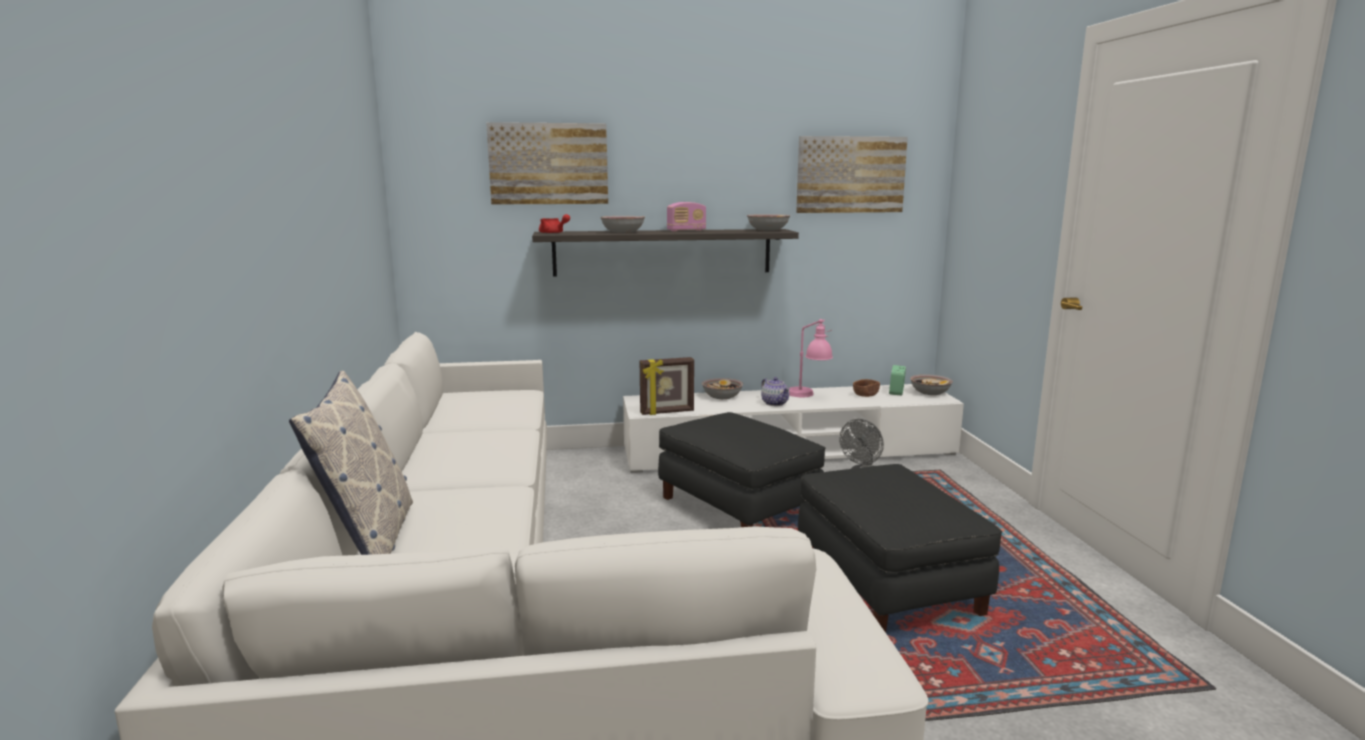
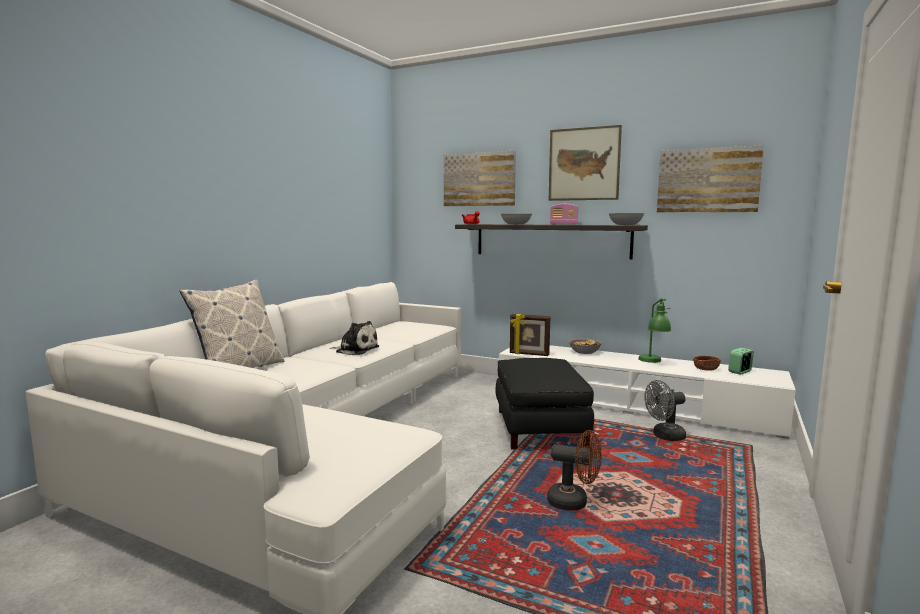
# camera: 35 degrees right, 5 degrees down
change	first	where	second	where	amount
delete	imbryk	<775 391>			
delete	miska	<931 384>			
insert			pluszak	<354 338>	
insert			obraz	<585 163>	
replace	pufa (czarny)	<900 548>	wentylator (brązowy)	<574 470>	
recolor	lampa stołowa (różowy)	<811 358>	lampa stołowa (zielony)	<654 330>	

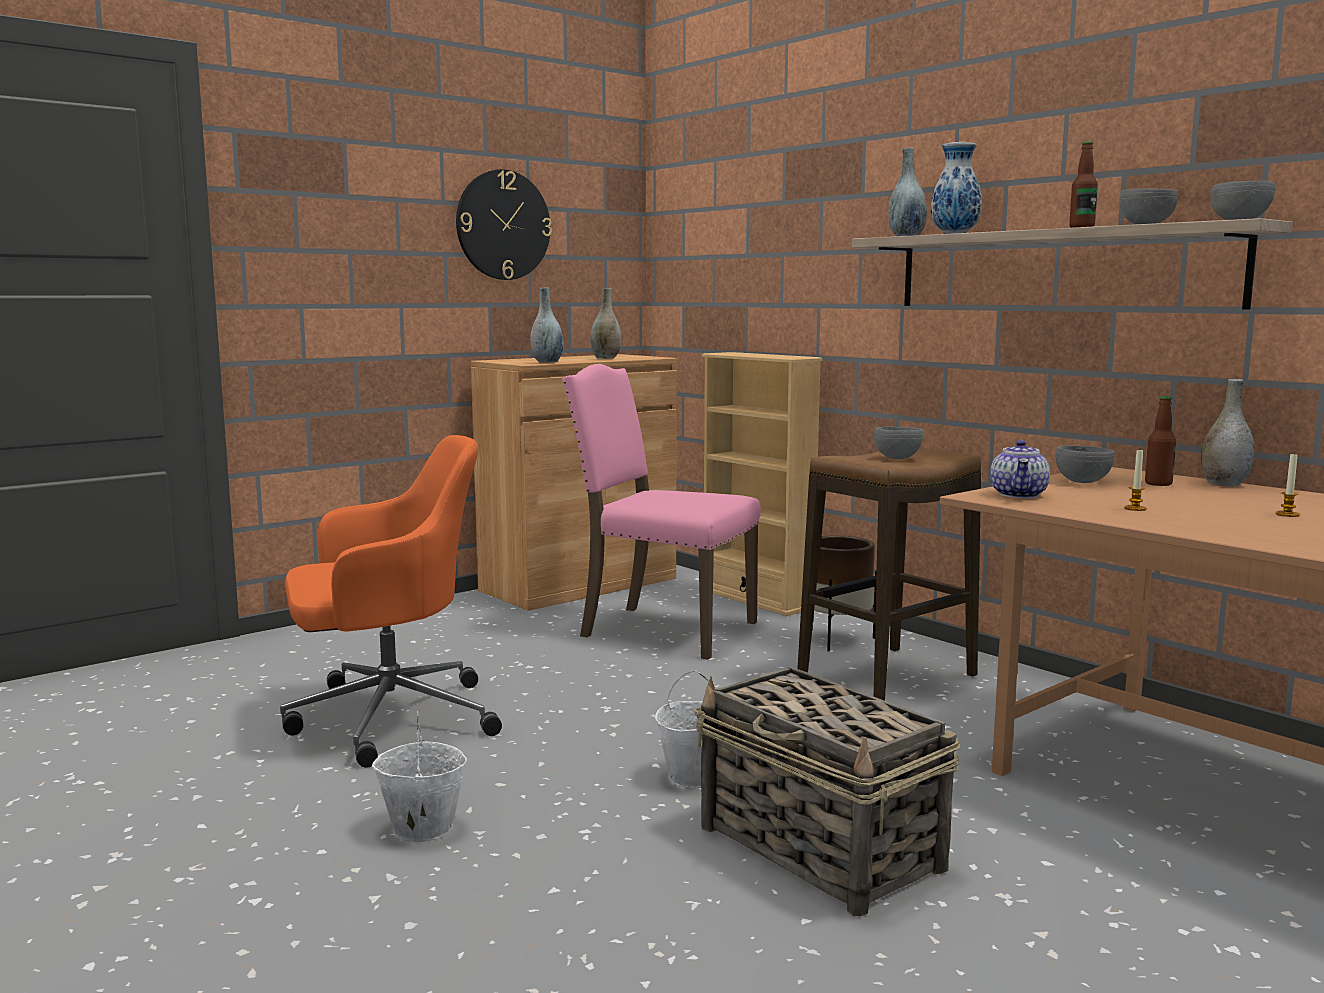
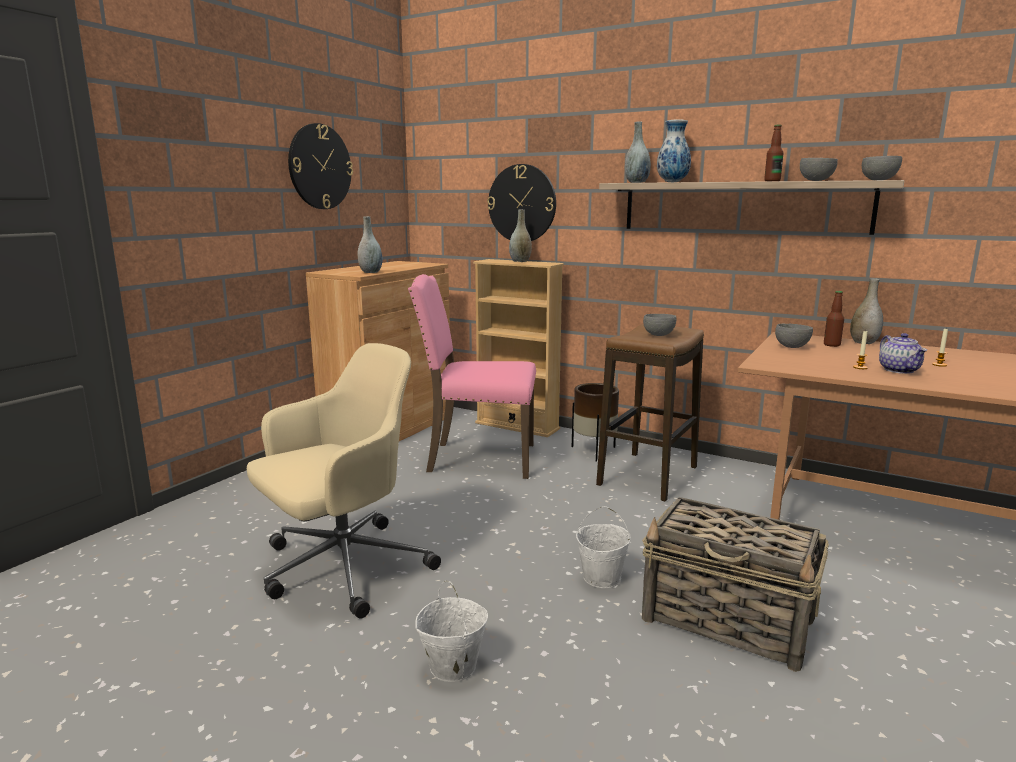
# camera: 20 degrees left, 5 degrees up
change	first	where	second	where	amount
insert			zegar ścienny	<521 202>	
move	wazon (szary)	<605 323>		<520 235>	
move	imbryk	<1020 469>		<903 353>	
recolor	krzesło biurowe (pomarańczowy)	<391 601>	krzesło biurowe (beżowy)	<344 481>	

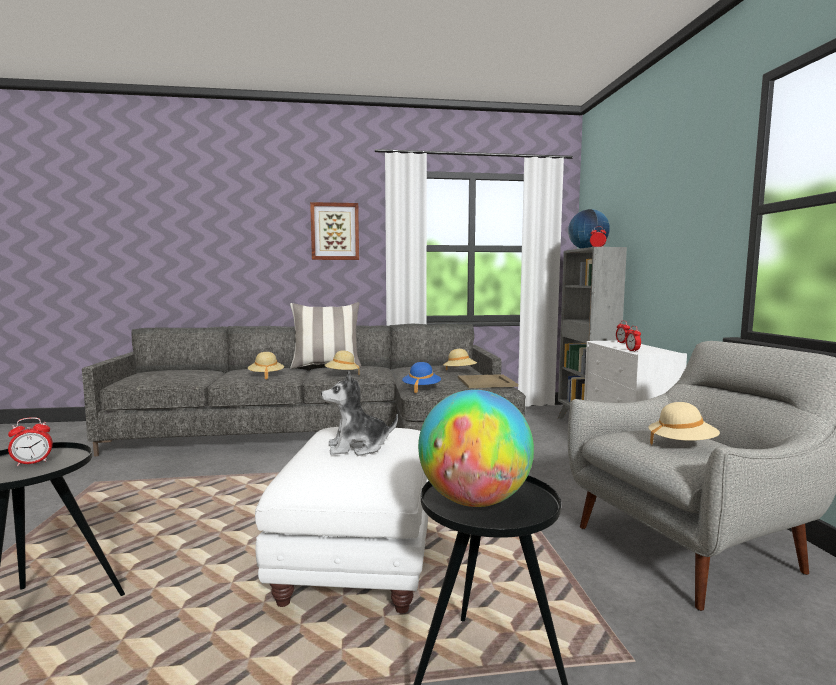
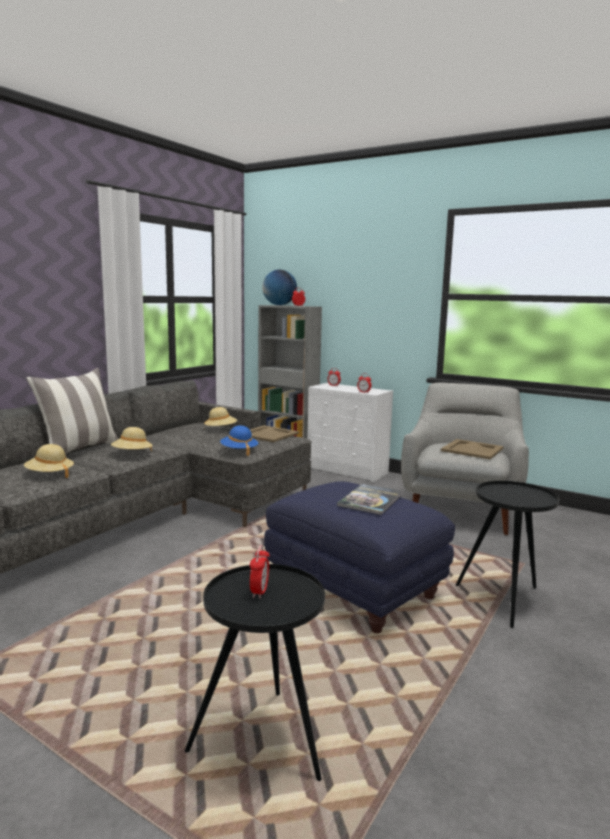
# camera: 50 degrees left, 5 degrees up
change	first	where	second	where	amount
delete	obraz	<334 231>			
delete	globus	<476 448>			
replace	pluszak	<359 413>	książka	<370 499>	
replace	kapelusz (beżowy)	<684 424>	taca (beżowy)	<472 449>	
recolor	pufa (biały)	<342 520>	pufa (niebieski)	<359 557>	

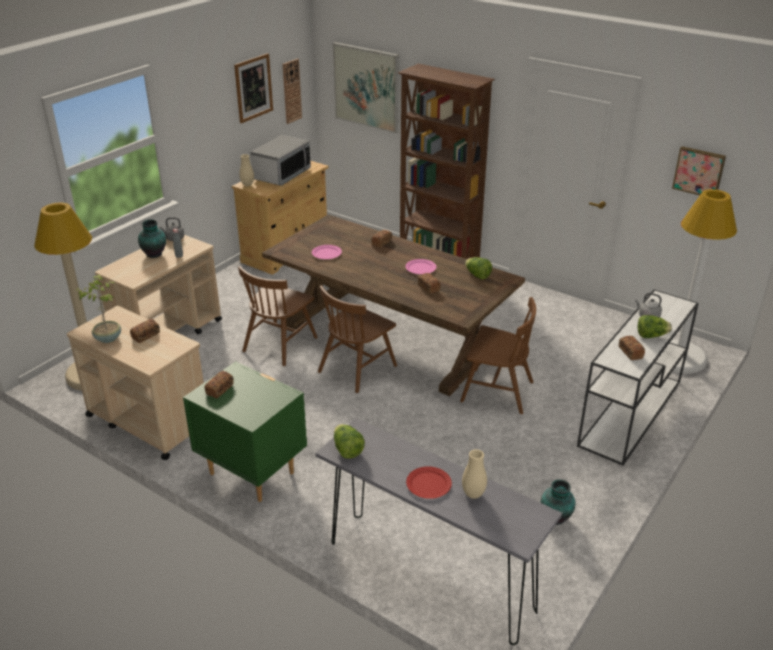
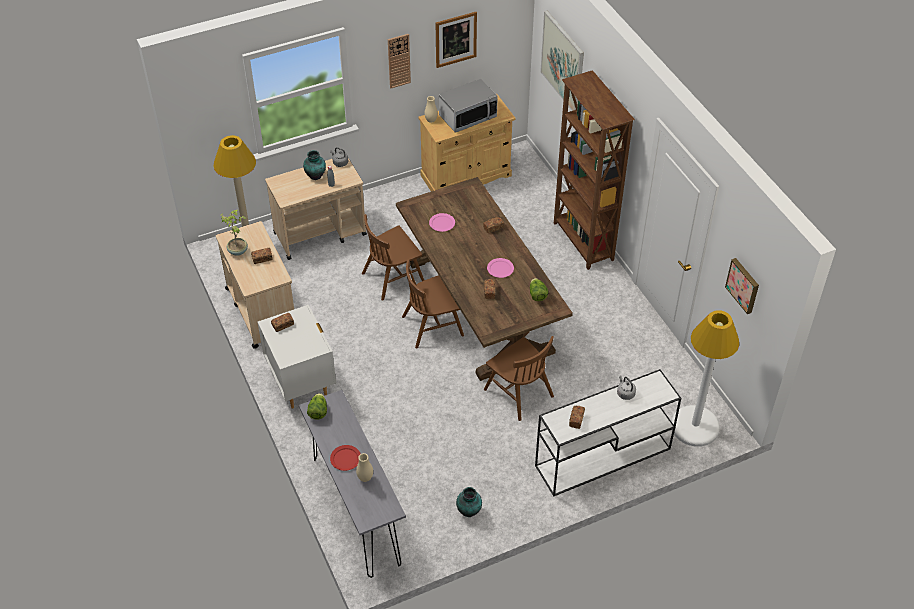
# camera: 30 degrees right, 15 degrees up
change	first	where	second	where	amount
delete	sałata	<655 326>			
move	zegar ścienny	<292 91>		<399 61>	
recolor	szafka nocna (zielony)	<245 431>	szafka nocna (biały)	<297 357>	

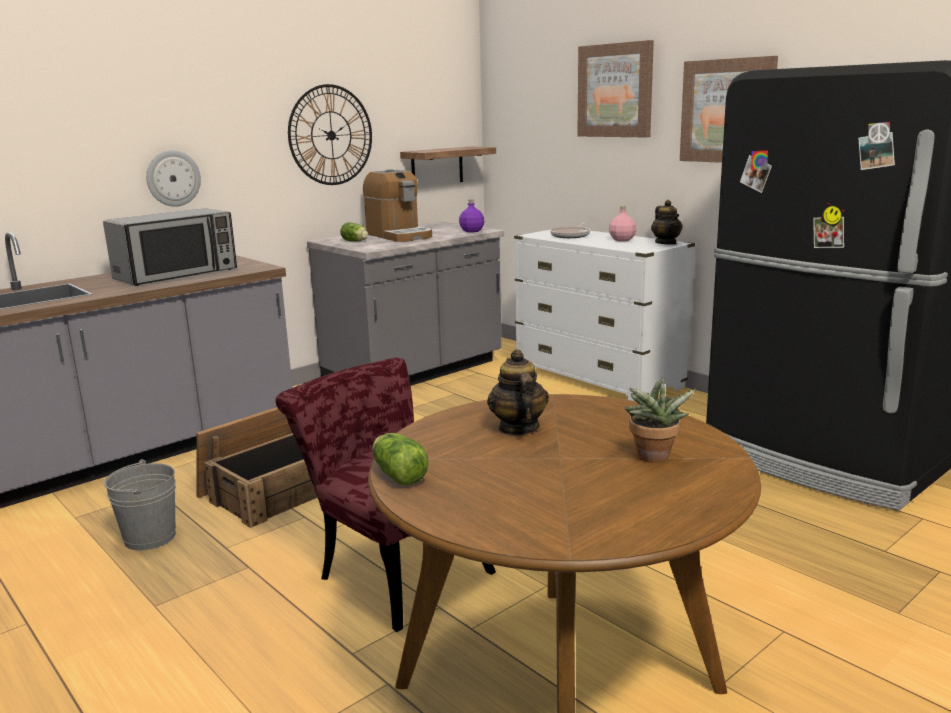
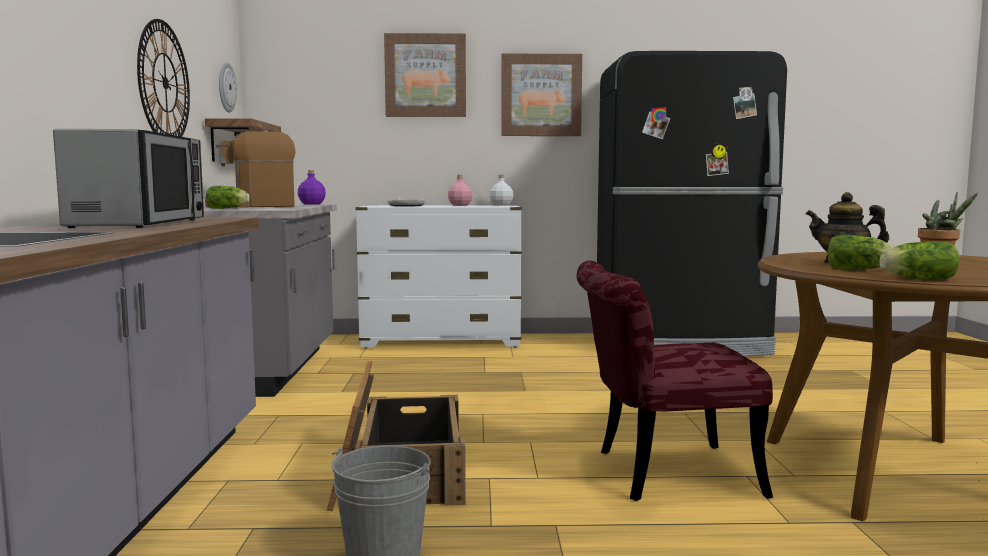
# camera: 50 degrees left, 10 degrees down
change	first	where	second	where	amount
insert			sałata	<860 252>	
move	zegar ścienny	<173 178>		<228 87>	
replace	imbryk	<667 222>	butelka (biały)	<501 190>	
rotate	ekspres do kawy	<397 205>		<250 169>	150 degrees clockwise

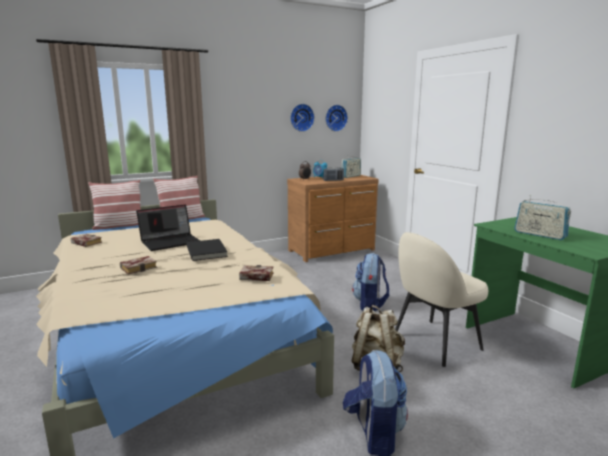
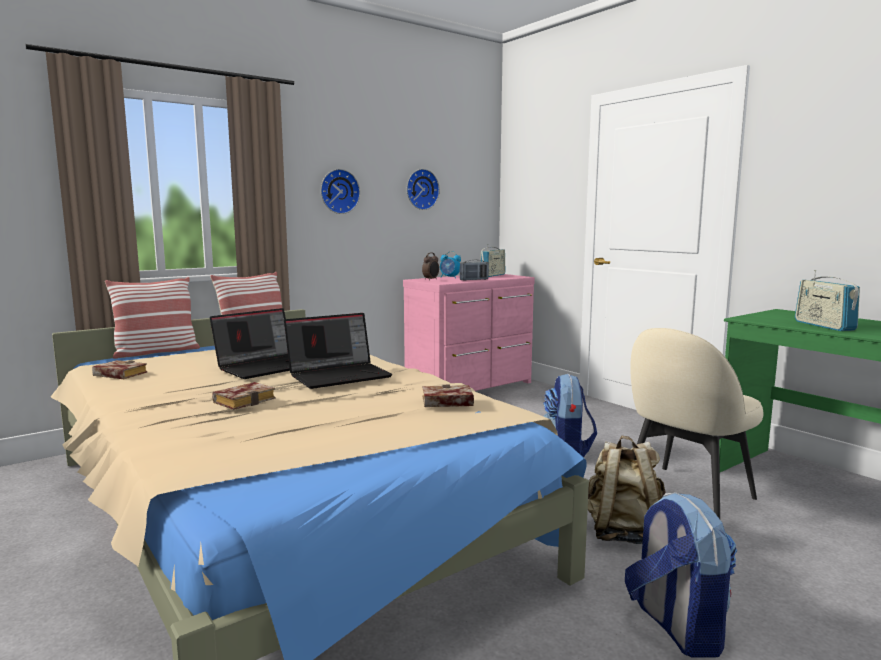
# camera: 10 degrees left, 5 degrees down
change	first	where	second	where	amount
move	zegar ścienny	<336 118>		<340 191>	
replace	książka (czarny)	<207 250>	laptop	<338 351>	
recolor	komoda (brązowy)	<333 218>	komoda (różowy)	<469 332>	
rotate	radio	<542 217>		<827 300>	45 degrees clockwise

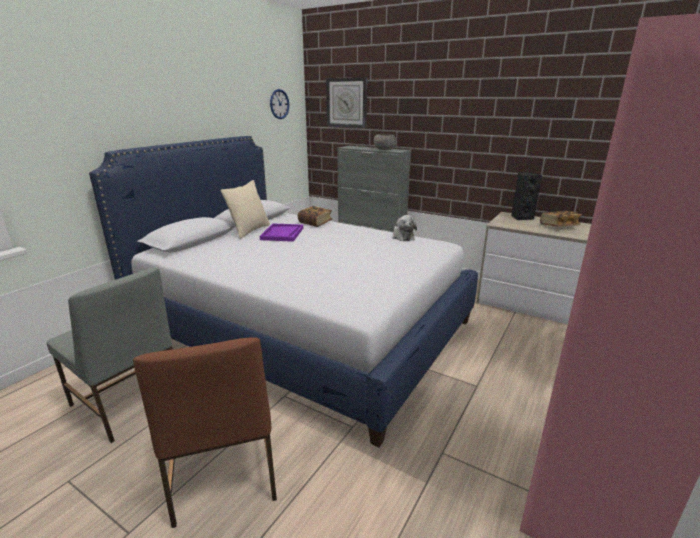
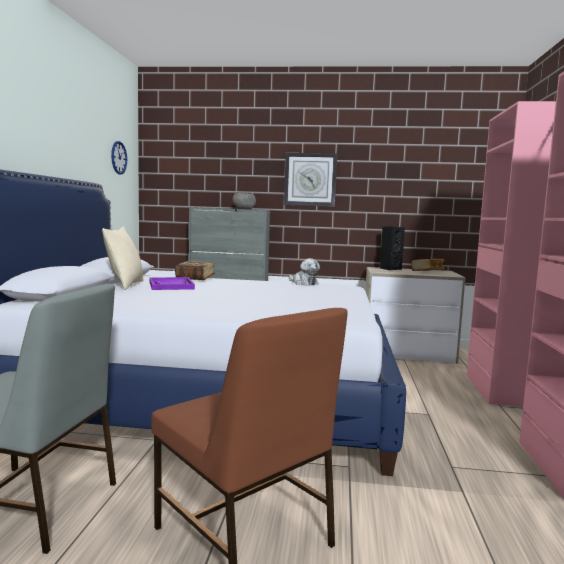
# camera: 25 degrees left, 15 degrees down
change	first	where	second	where	amount
move	zegar ścienny	<346 102>		<310 179>	

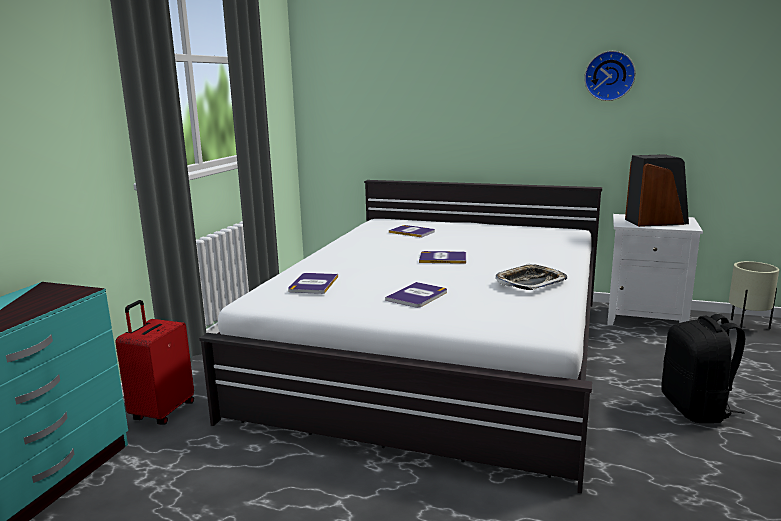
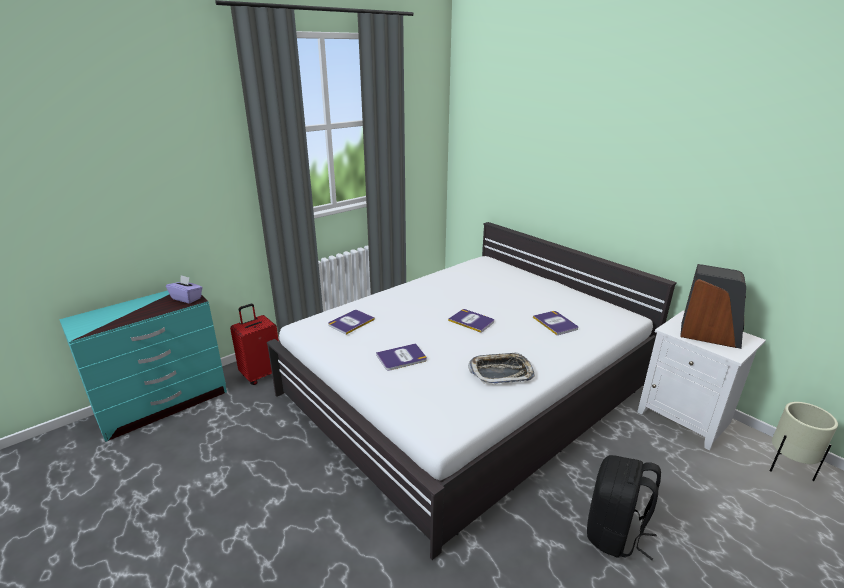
# camera: 30 degrees right, 10 degrees up
change	first	where	second	where	amount
delete	zegar ścienny	<610 76>			
insert			pudełko chusteczek (fioletowy)	<184 289>	
move	książka	<412 231>		<555 323>	

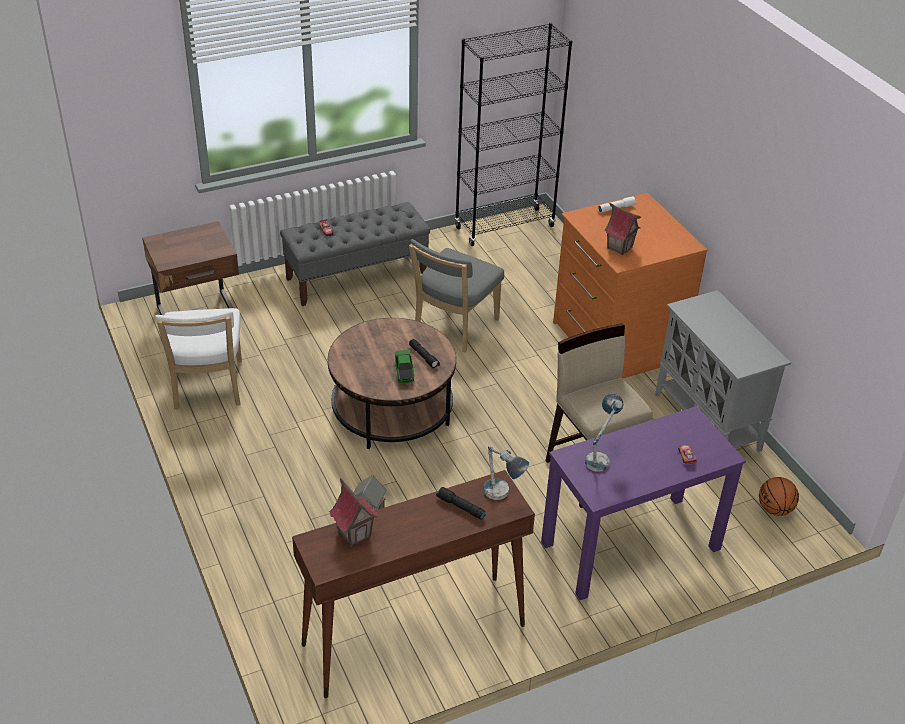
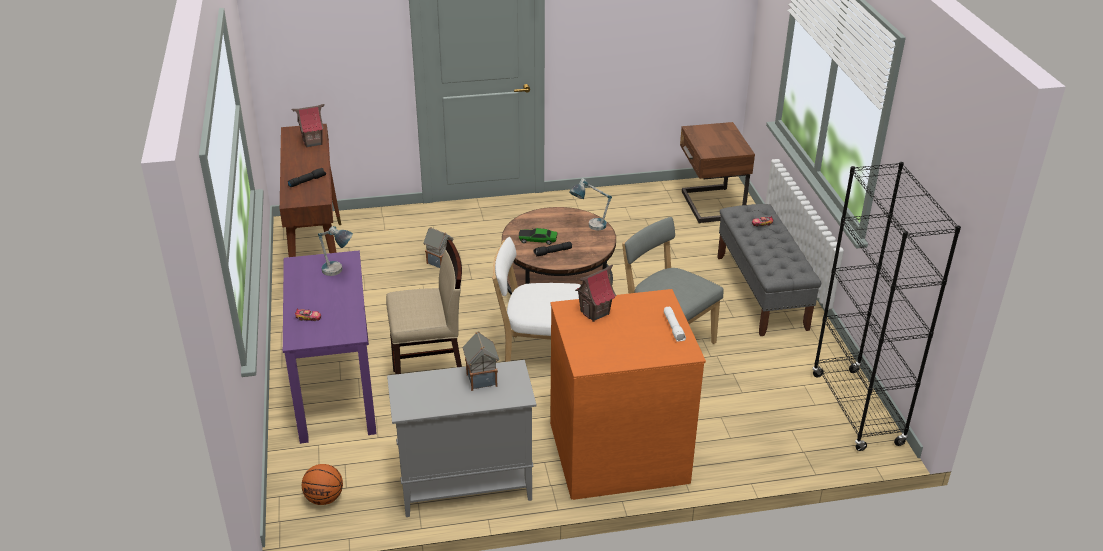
# camera: 105 degrees right, 5 degrees down
change	first	where	second	where	amount
insert			domek	<480 361>	
move	krzesło (biały)	<198 359>		<536 299>	
move	lampa stołowa	<506 473>		<590 204>	

